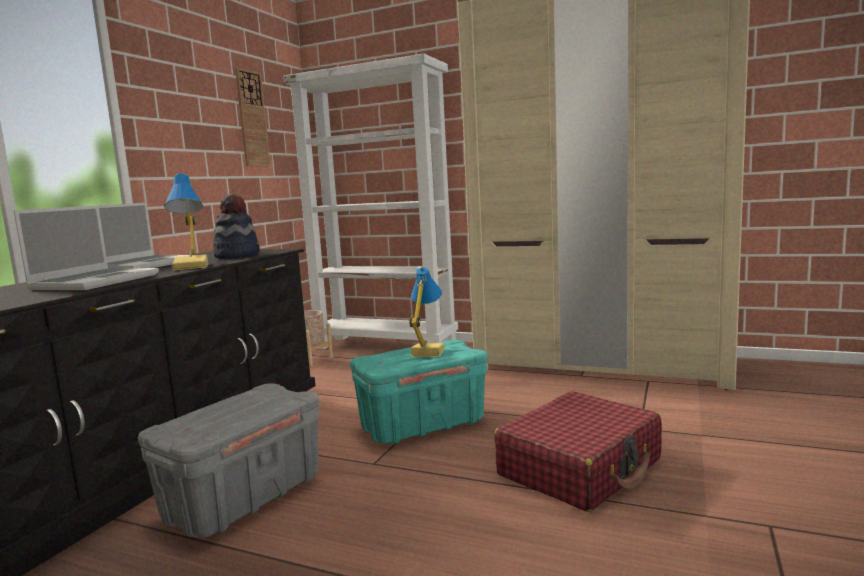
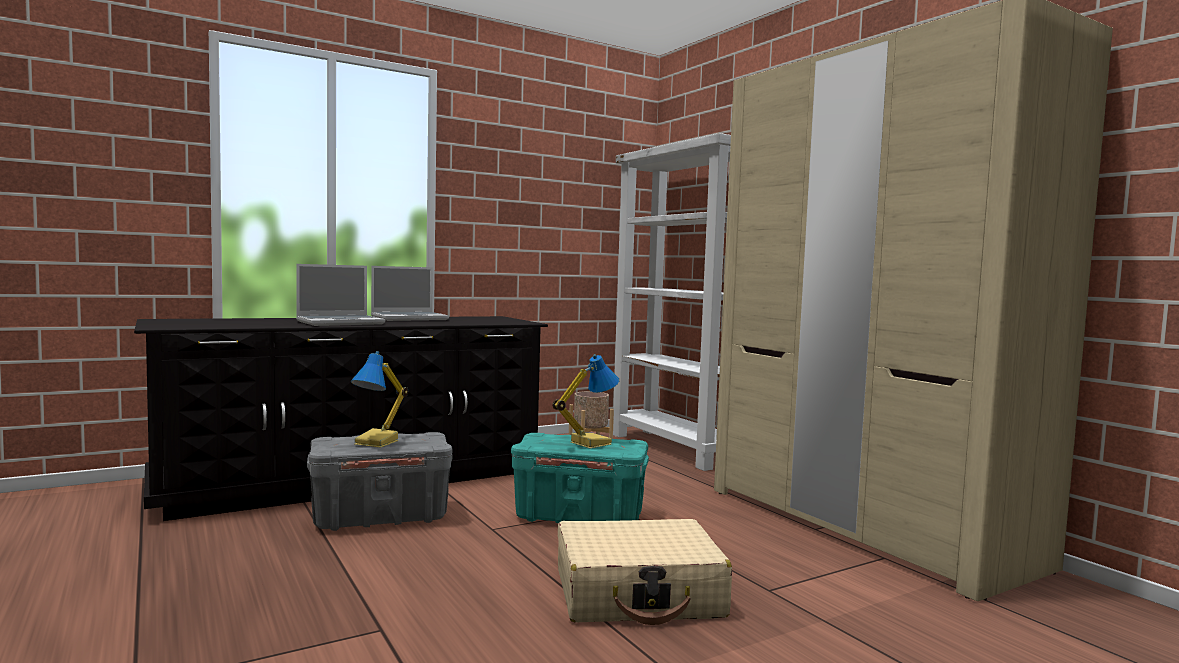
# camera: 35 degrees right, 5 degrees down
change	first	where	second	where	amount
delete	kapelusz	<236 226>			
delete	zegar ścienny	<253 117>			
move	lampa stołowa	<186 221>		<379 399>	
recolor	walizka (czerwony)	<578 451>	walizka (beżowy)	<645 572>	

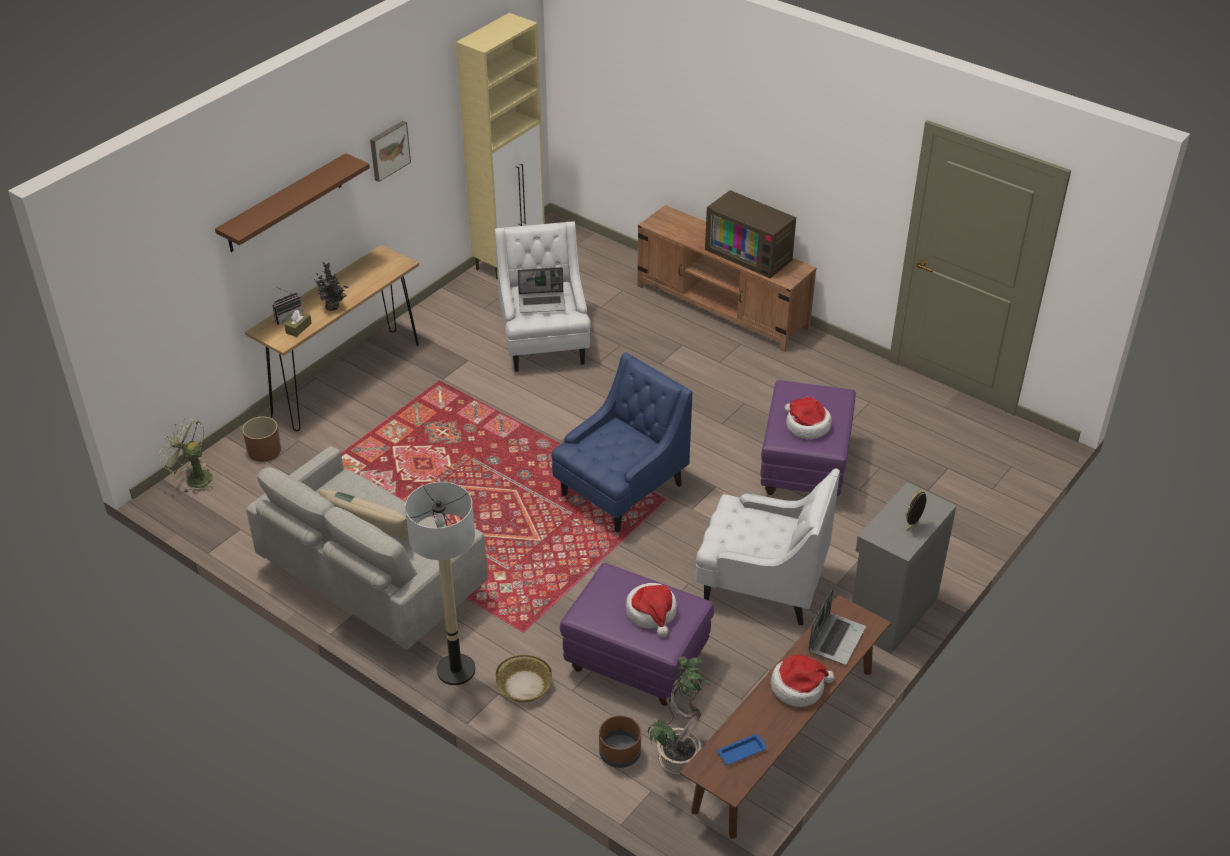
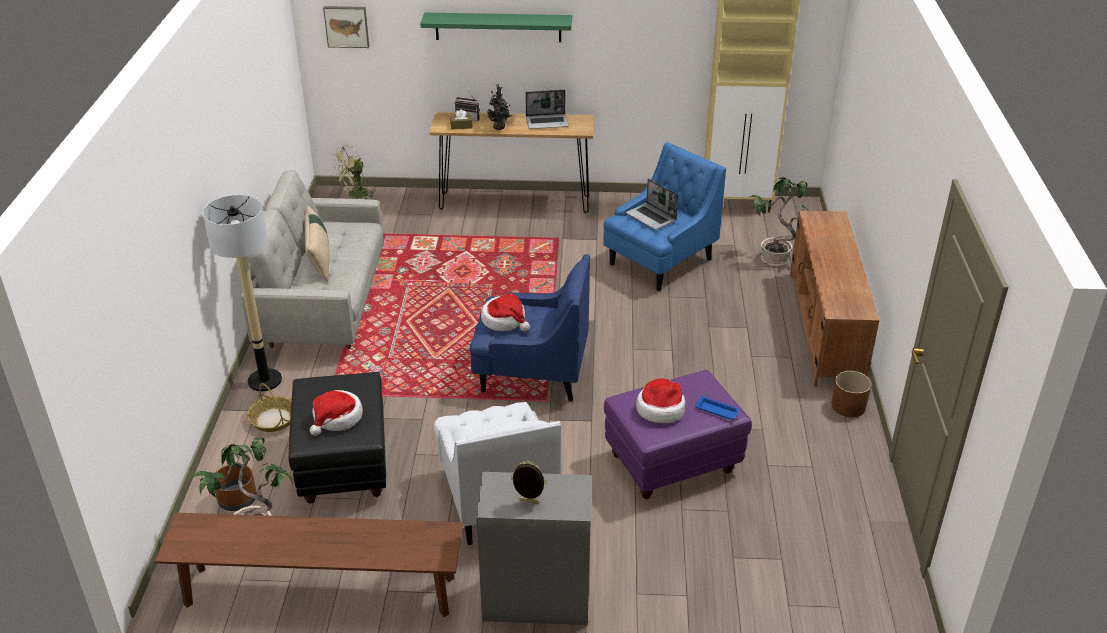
# camera: 55 degrees right, 5 degrees down
change	first	where	second	where	amount
delete	telewizor	<750 234>			
insert			roślina doniczkowa	<779 221>	
move	donica (brązowy)	<261 439>		<851 394>	
move	obraz	<390 151>		<346 27>	
move	taca (niebieski)	<742 749>		<717 407>	
move	kapelusz	<803 681>		<505 313>	
move	laptop	<837 626>		<547 109>	
recolor	półka (brązowy)	<292 202>	półka (zielony)	<496 27>	
recolor	fotel (biały)	<543 296>	fotel (niebieski)	<664 216>	
recolor	pufa (fioletowy)	<637 634>	pufa (czarny)	<337 438>	
rotate	wentylator (zielony)	<186 455>		<354 172>	120 degrees counterclockwise

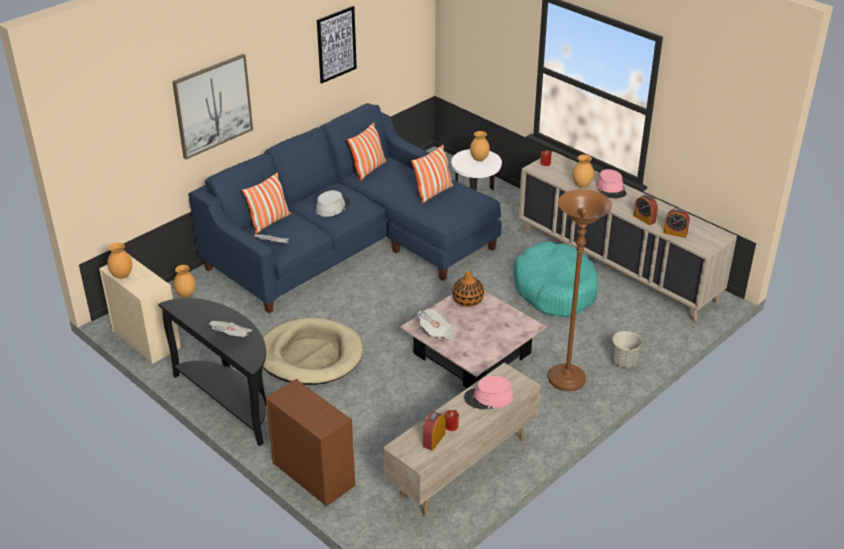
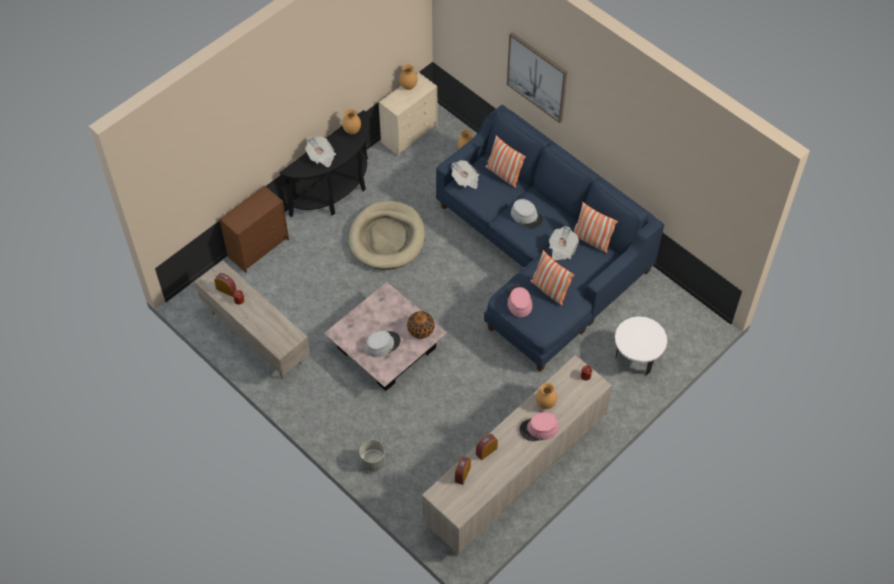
# camera: 90 degrees right, 20 degrees up
change	first	where	second	where	amount
delete	obraz	<337 45>			
delete	legowisko (turkusowy)	<555 279>			
delete	lampa stojąca (brązowy)	<580 290>			
insert			kapelusz (szary)	<383 343>	
move	gazeta	<435 324>		<564 243>	
move	kapelusz (różowy)	<489 392>		<519 301>	
move	wazon (brązowy)	<480 146>		<351 121>	

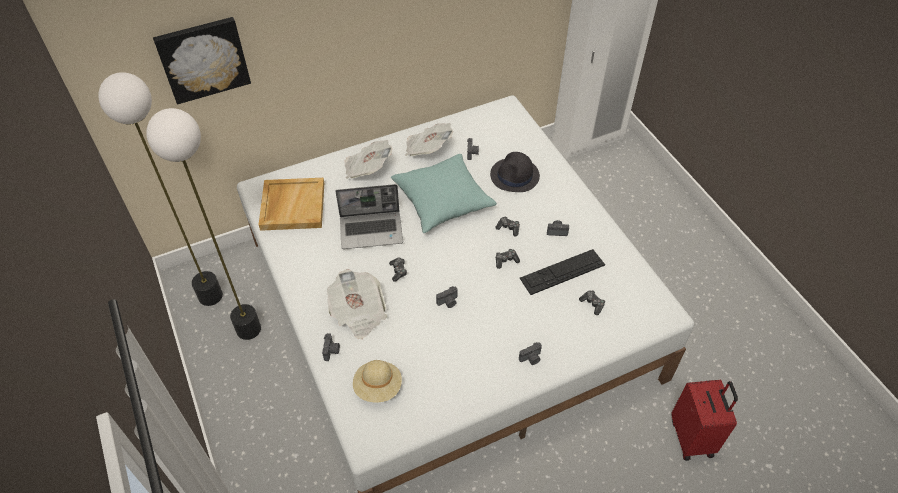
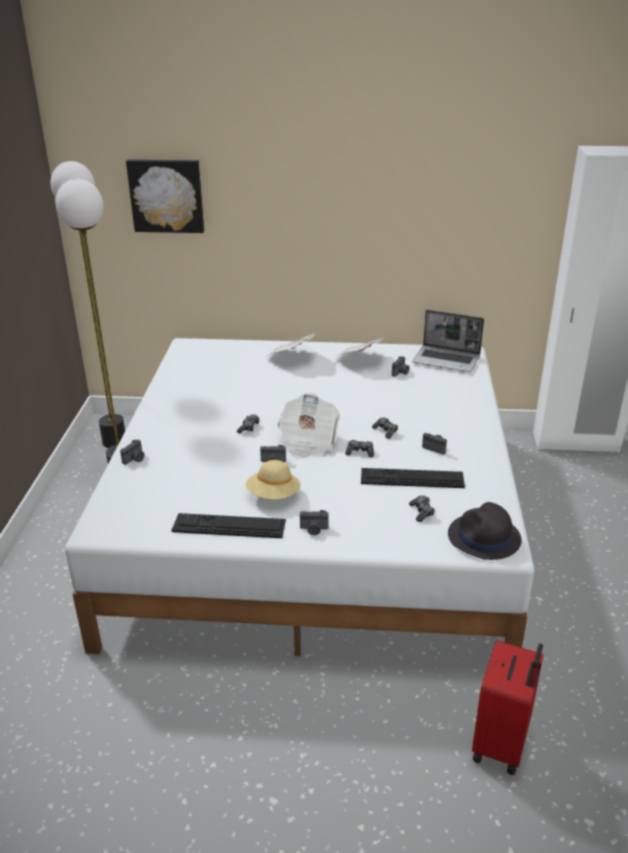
# camera: 30 degrees right, 20 degrees down
change	first	where	second	where	amount
delete	taca (beżowy)	<291 204>			
delete	poduszka (turkusowy)	<444 193>			
insert			klawiatura	<228 525>	
move	gazeta	<357 304>		<309 426>	
move	laptop	<369 216>		<448 341>	
move	kapelusz (beżowy)	<377 381>		<273 479>	
move	kapelusz (czarny)	<515 172>		<485 531>	

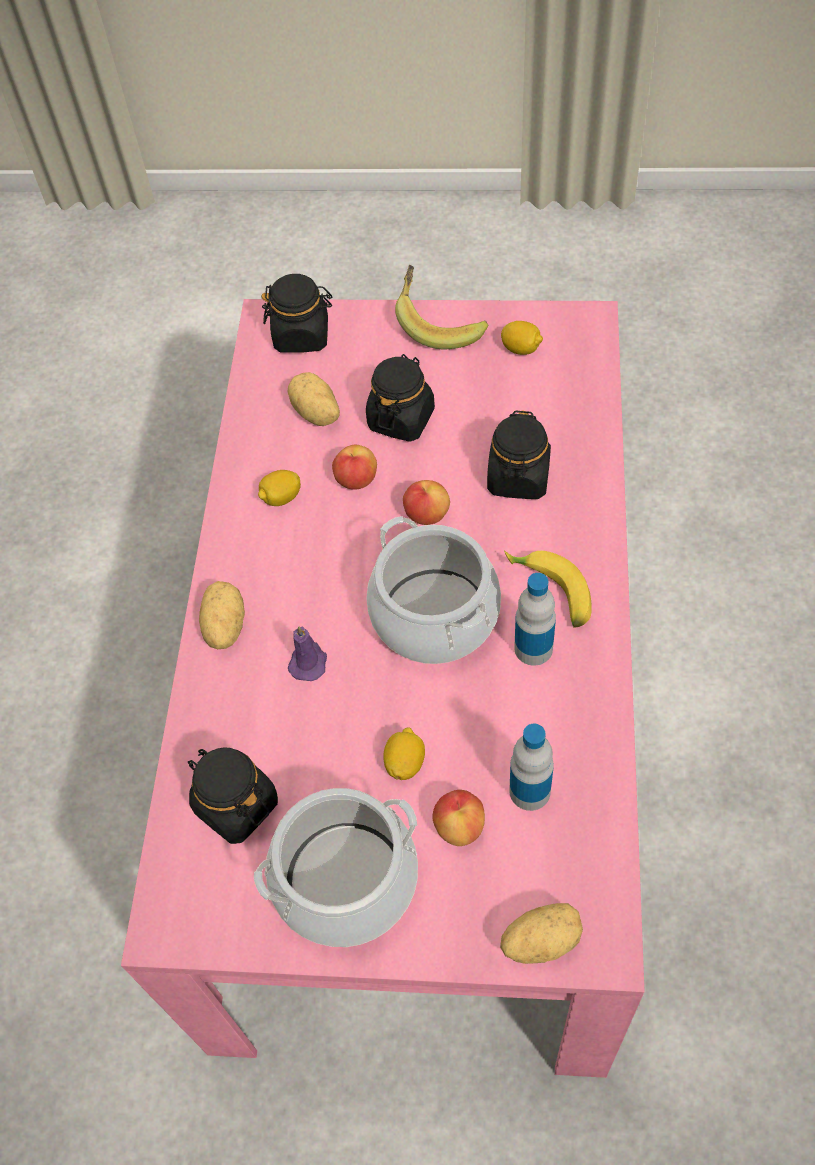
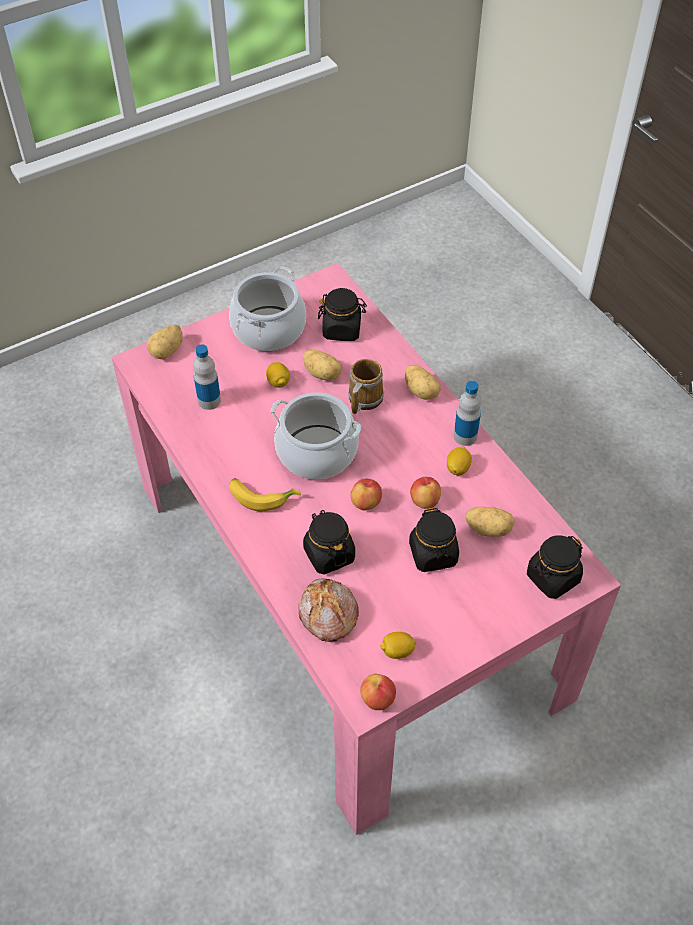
# camera: 140 degrees right, 5 degrees down
change	first	where	second	where	amount
delete	banan	<441 307>			
insert			chleb	<328 610>	
insert			ziemniak	<322 365>	
move	jabłko	<458 818>		<378 692>	
move	butelka	<535 619>		<467 413>	
replace	świeca (fioletowy)	<307 653>	kubek	<366 386>	

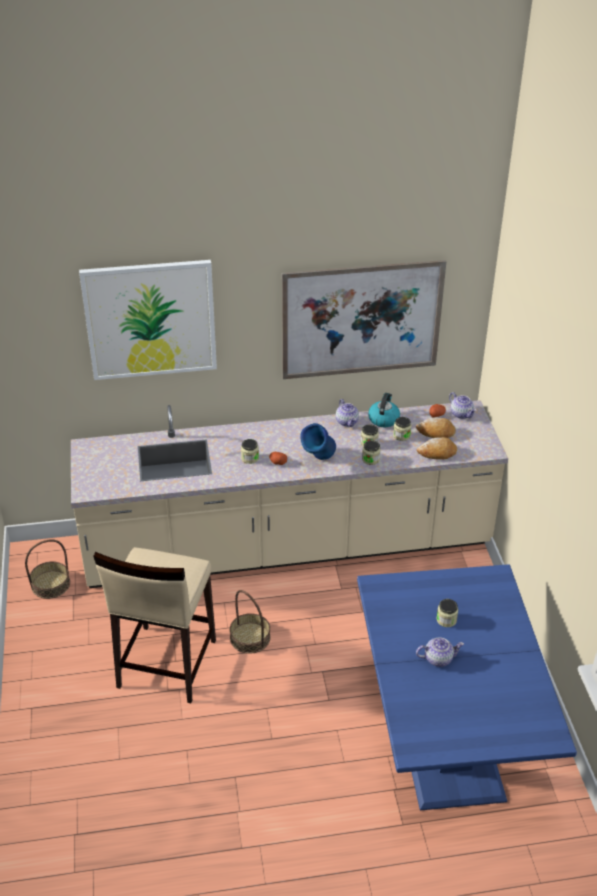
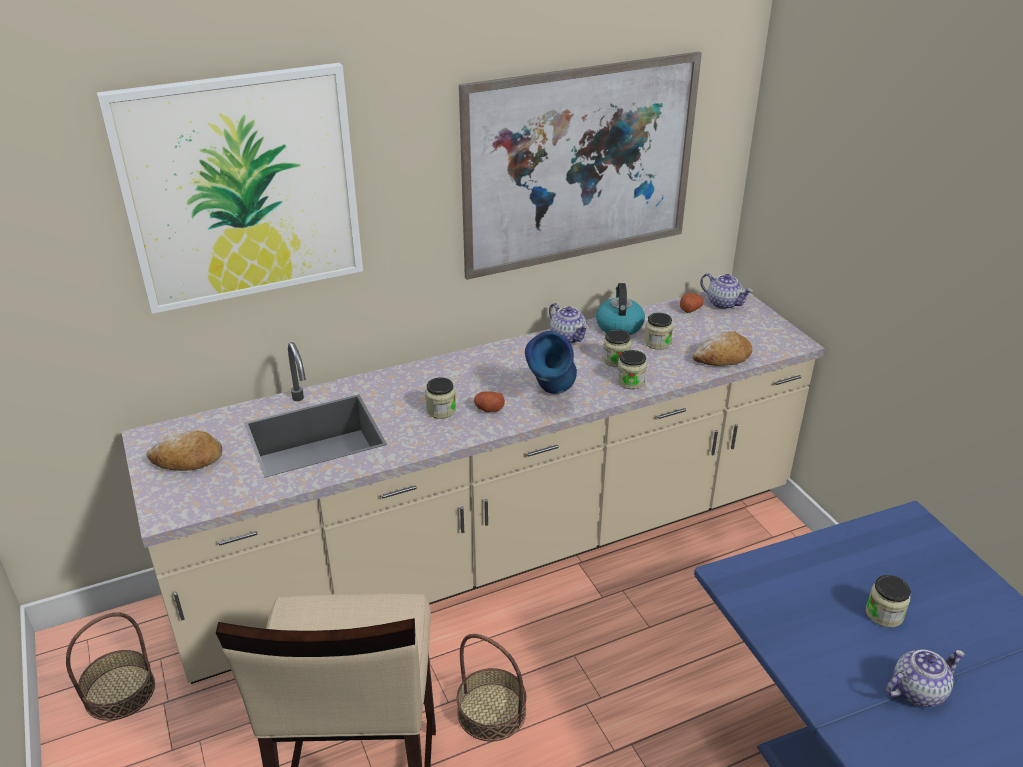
# camera: 15 degrees left, 5 degrees down
change	first	where	second	where	amount
move	chleb	<436 427>		<184 450>	

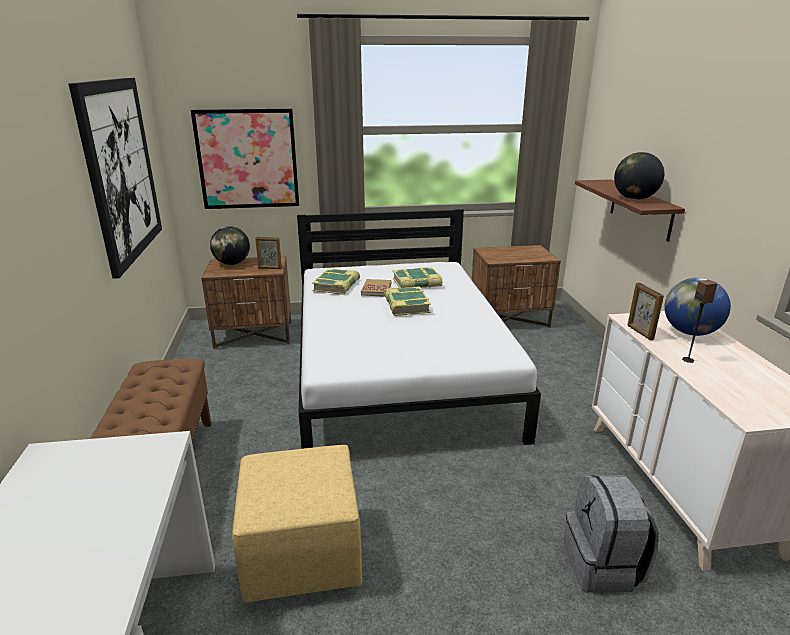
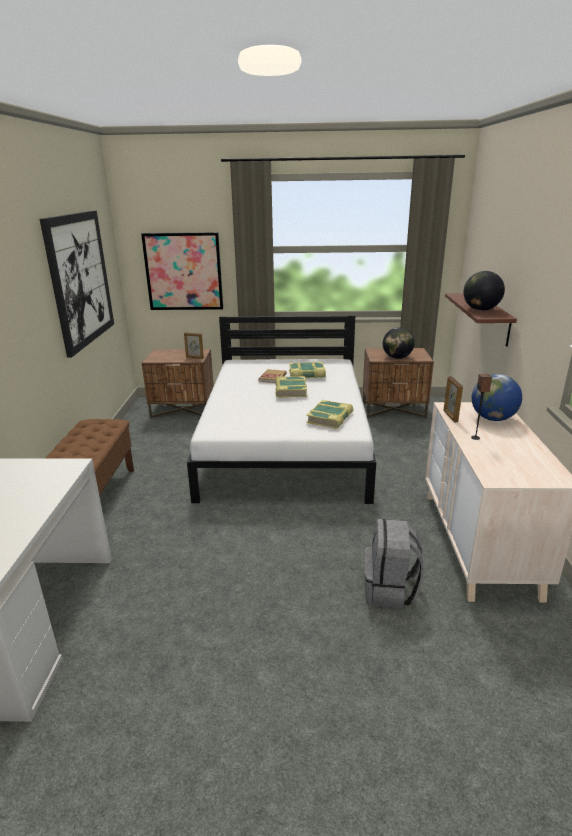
# camera: 10 degrees right, 0 degrees up
change	first	where	second	where	amount
delete	pufa (żółty)	<297 524>			
move	globus	<230 245>		<398 343>	
move	książka	<336 281>		<329 414>	

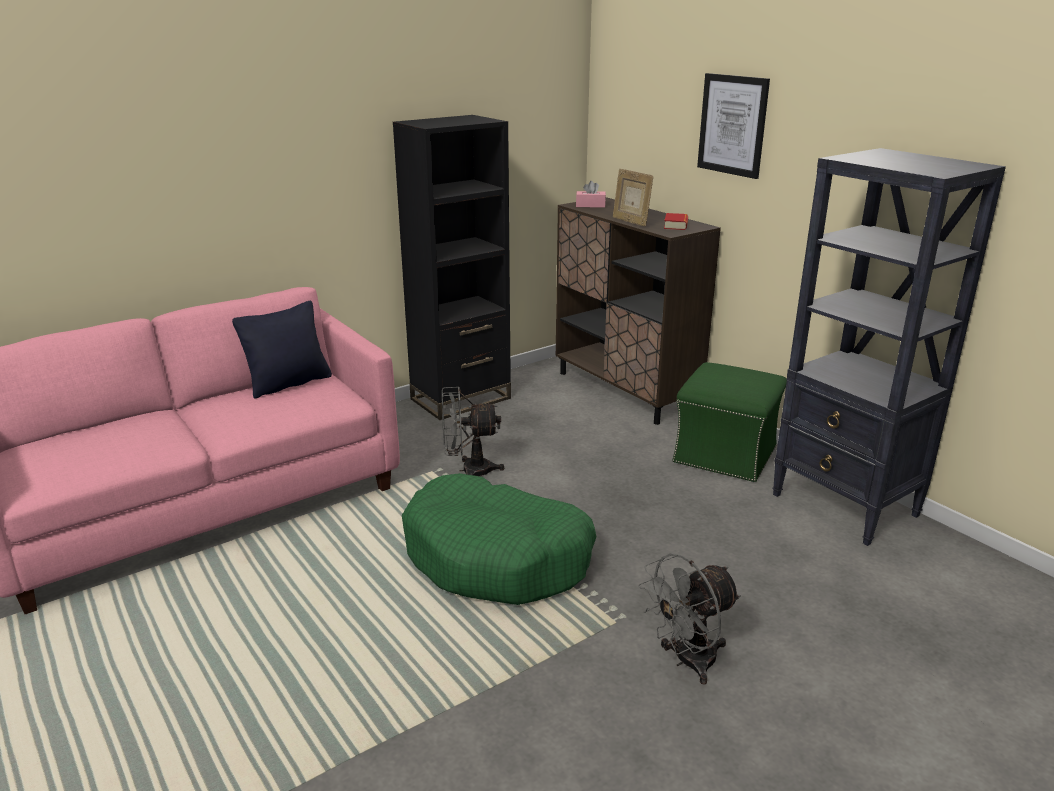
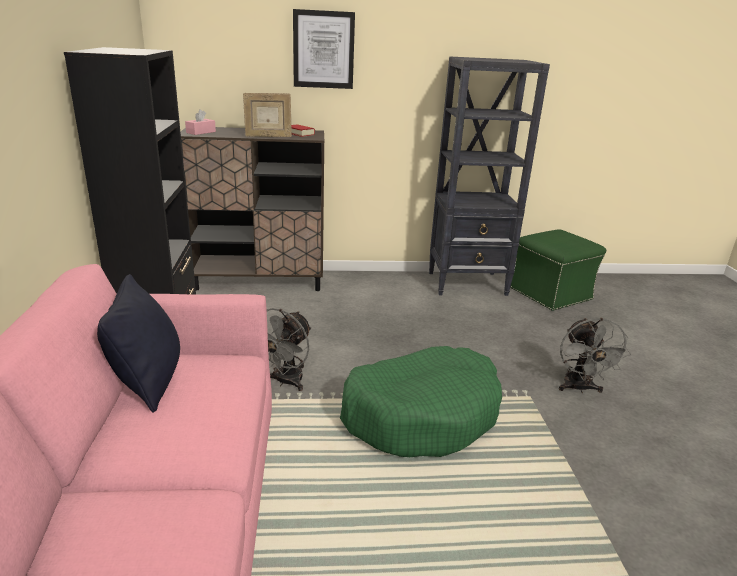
# camera: 60 degrees left, 0 degrees up
change	first	where	second	where	amount
move	pufa (zielony)	<729 422>		<558 270>	

